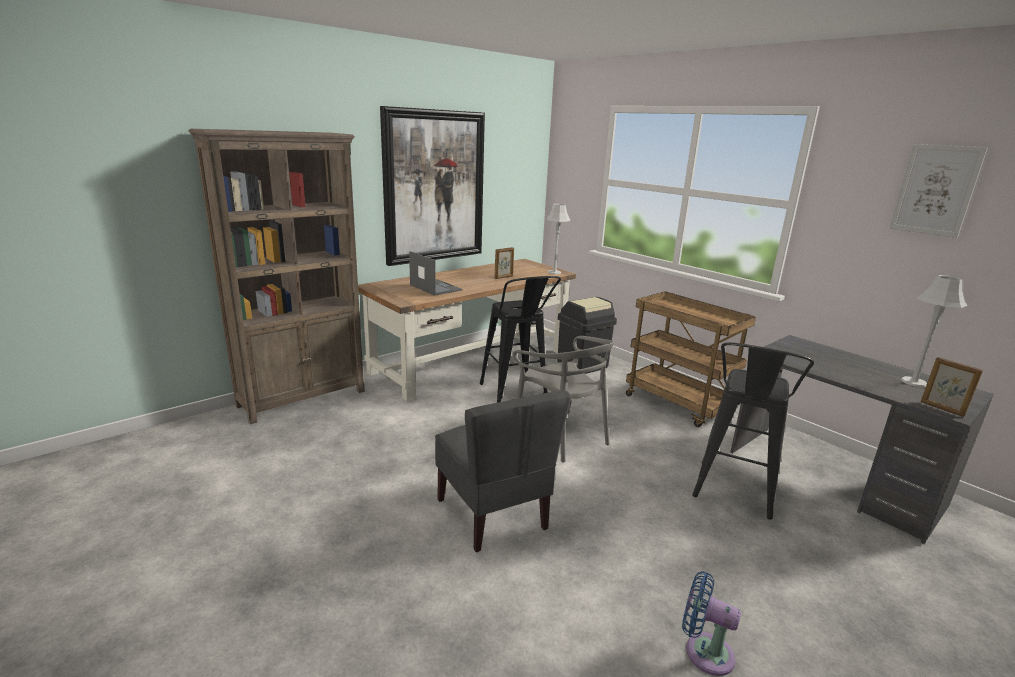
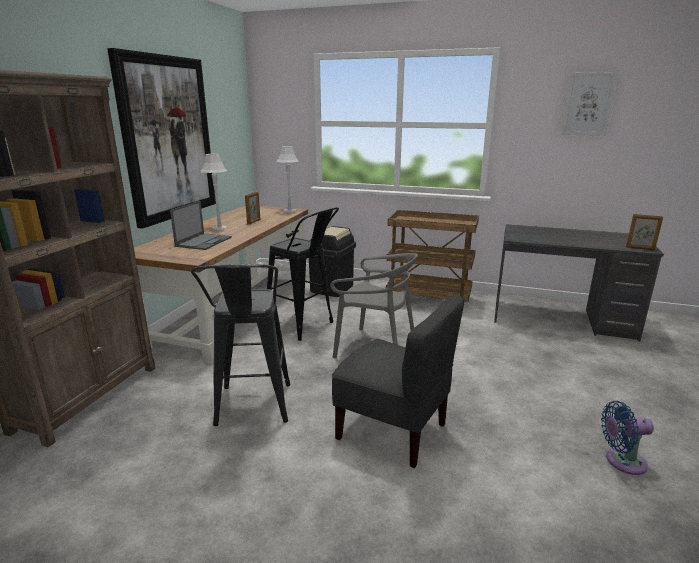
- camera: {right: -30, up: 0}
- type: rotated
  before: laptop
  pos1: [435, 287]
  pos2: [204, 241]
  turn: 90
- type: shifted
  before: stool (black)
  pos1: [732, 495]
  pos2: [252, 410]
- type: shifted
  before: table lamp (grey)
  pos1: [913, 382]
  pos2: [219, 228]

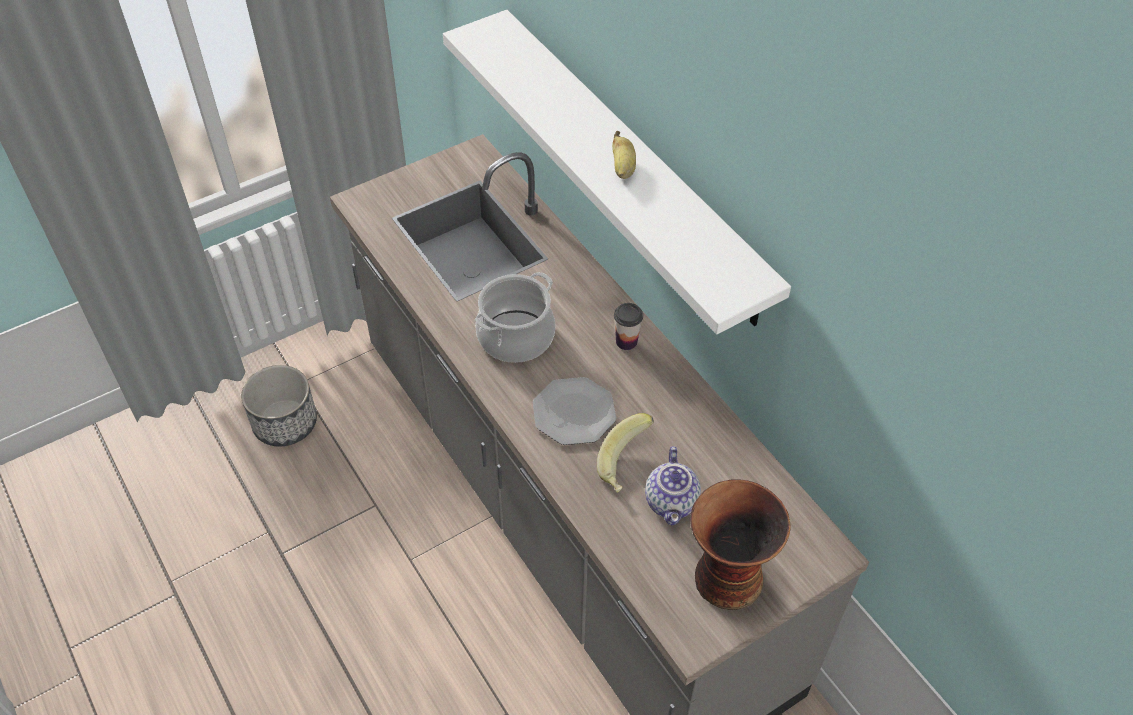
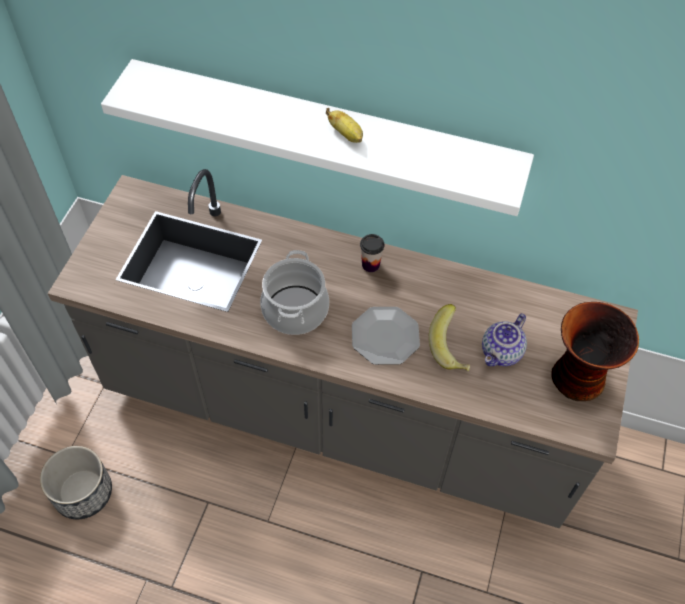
- camera: {right: -40, up: 5}
- type: rotated
  before: teapot
  pos1: [672, 503]
  pos2: [502, 353]
  turn: 75

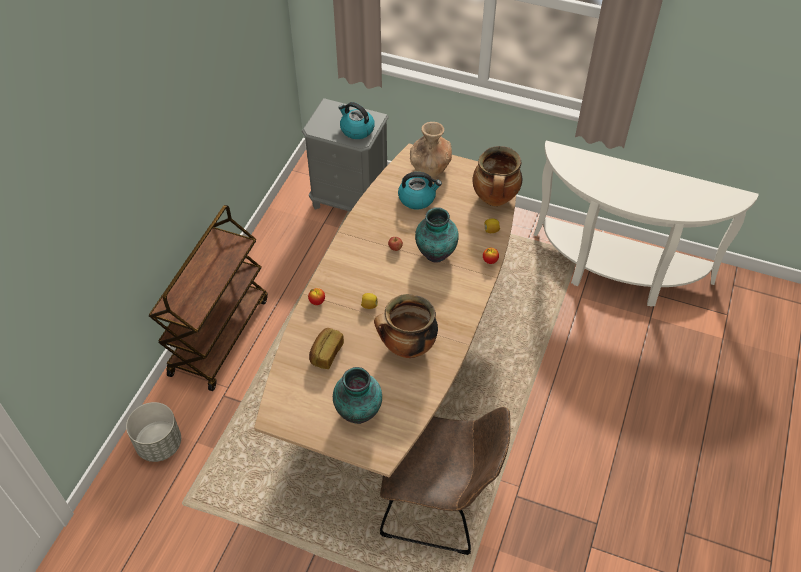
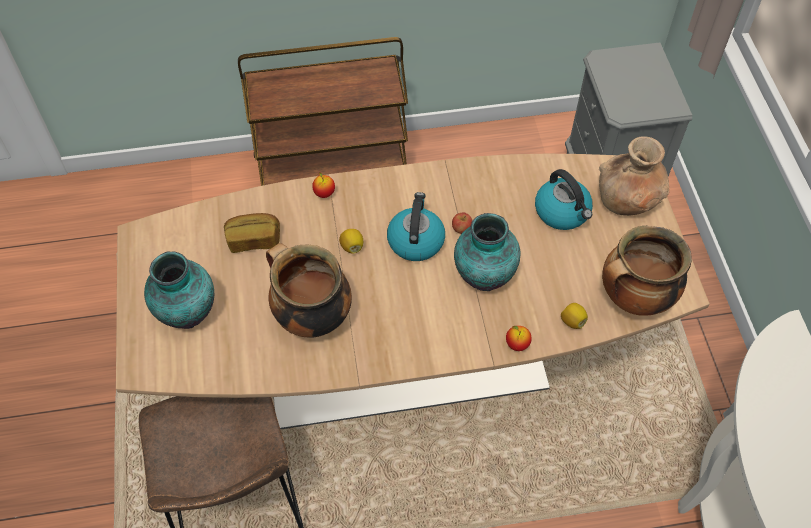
- camera: {right: 60, up: 5}
- type: shifted
  before: kettle
  pos1: [356, 129]
  pos2: [415, 240]
- type: gone
  before: planter (grey)
  pos1: [159, 444]

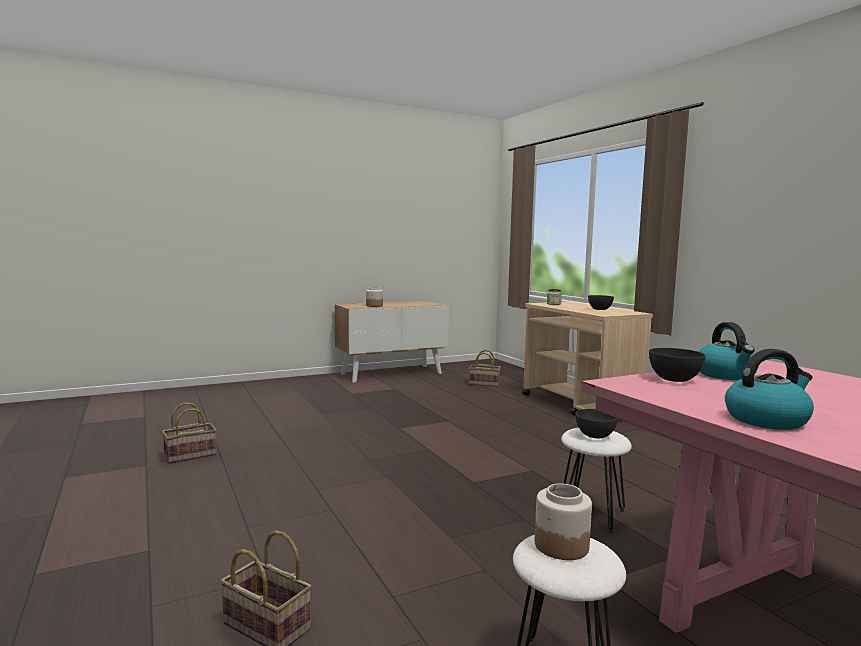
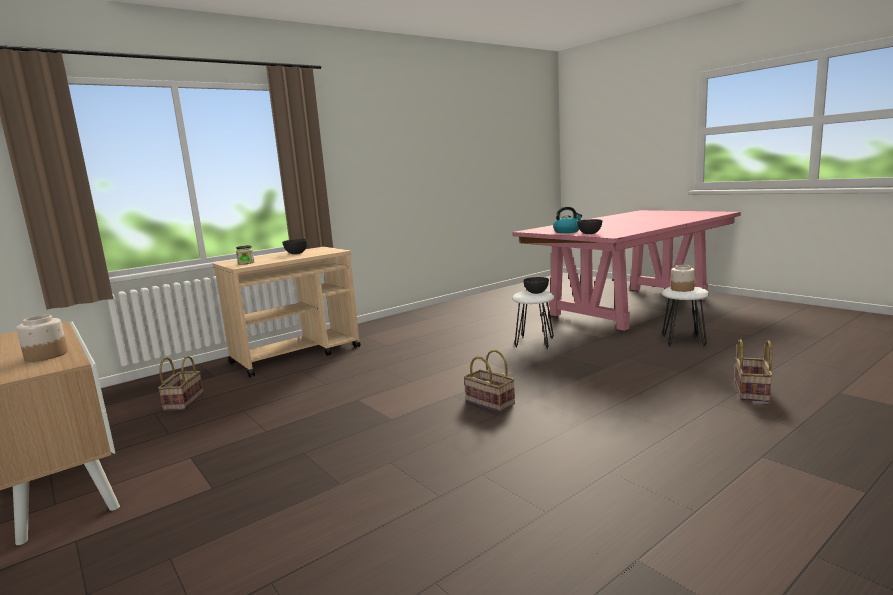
- camera: {right: -100, up: 5}
- type: shifted
  before: basket
  pos1: [191, 455]
  pos2: [488, 402]
- type: gone
  before: kettle
  pos1: [767, 420]

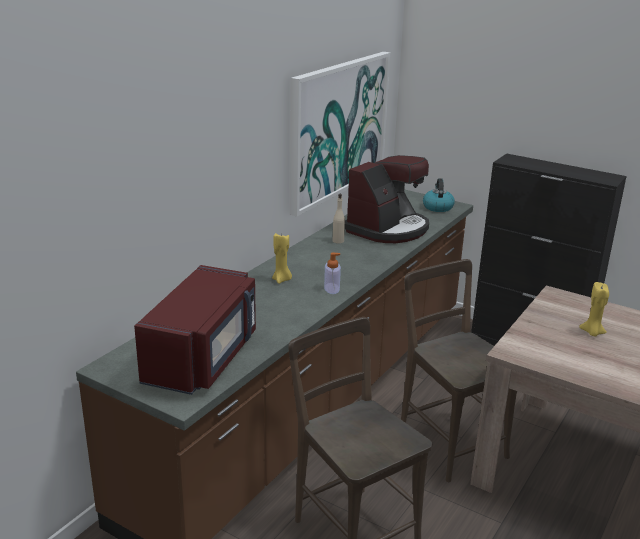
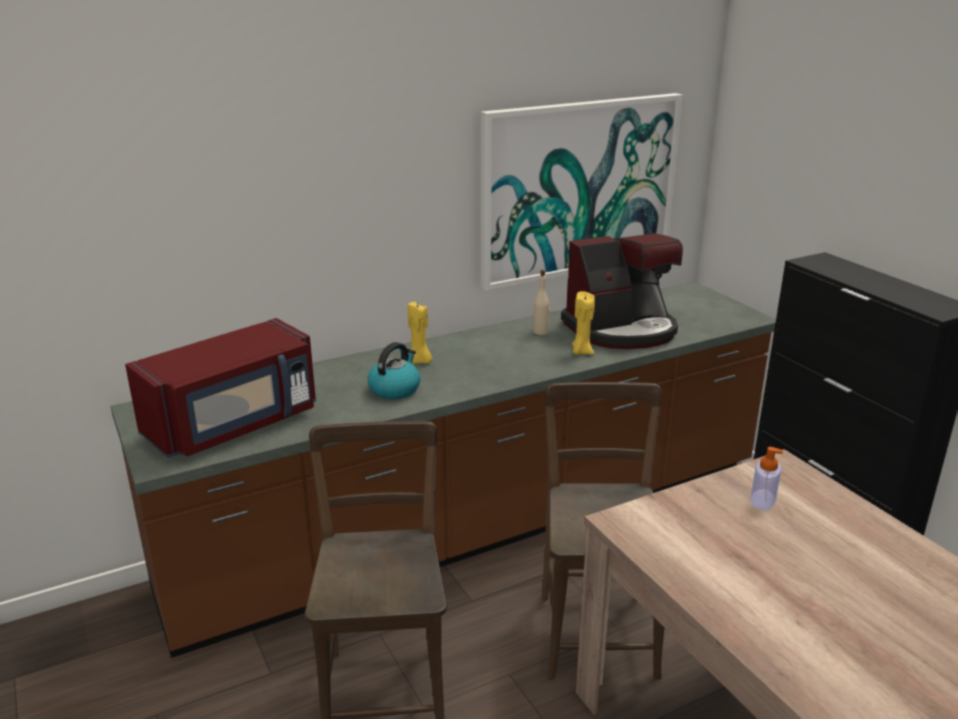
- camera: {right: 30, up: 0}
- type: shifted
  before: kettle
  pos1: [437, 207]
  pos2: [395, 389]
- type: shifted
  before: candle (yellow)
  pos1: [592, 332]
  pos2: [581, 352]
- type: shifted
  before: soap dispenser
  pos1: [331, 288]
  pos2: [762, 499]

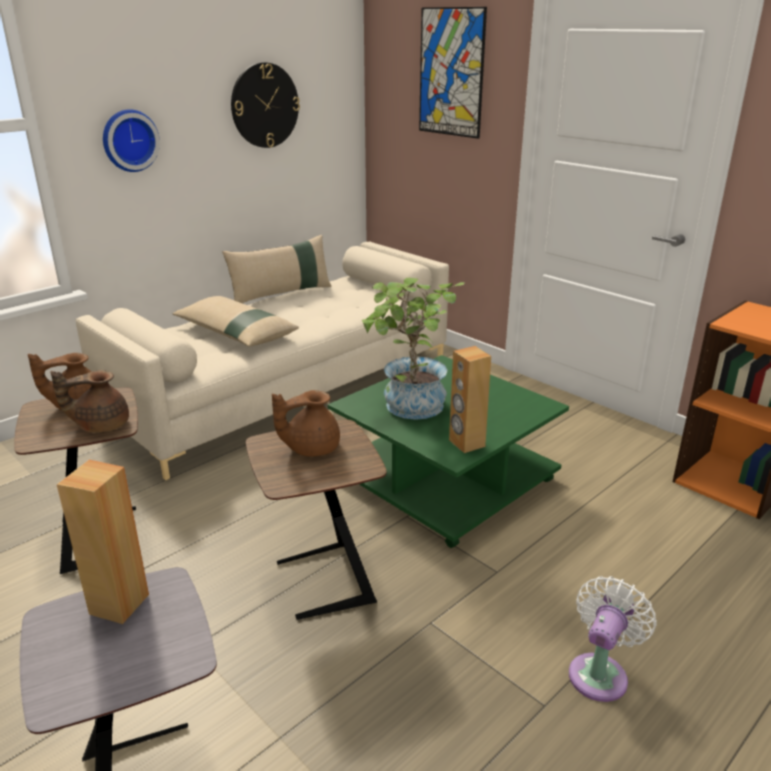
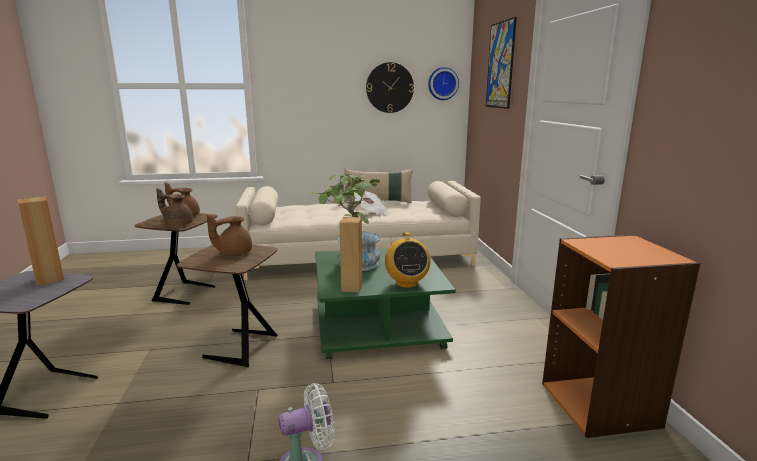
- camera: {right: 35, up: -10}
- type: rotated
  before: teapot (brown)
  pos1: [310, 448]
  pos2: [233, 253]
  turn: -45
- type: new
  after: newspaper
  pos2: [370, 212]
- type: new
  after: radio
  pos2: [406, 283]
- type: shifted
  before: wall clock
  pos1: [129, 140]
  pos2: [442, 83]
- type: gone
  before: pillow (beige)
  pos1: [235, 333]

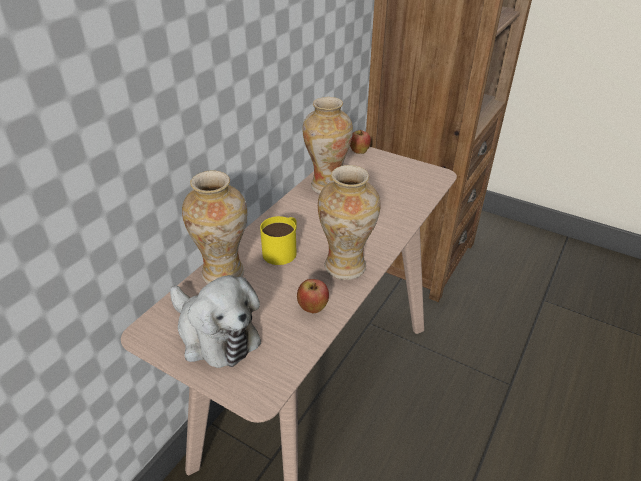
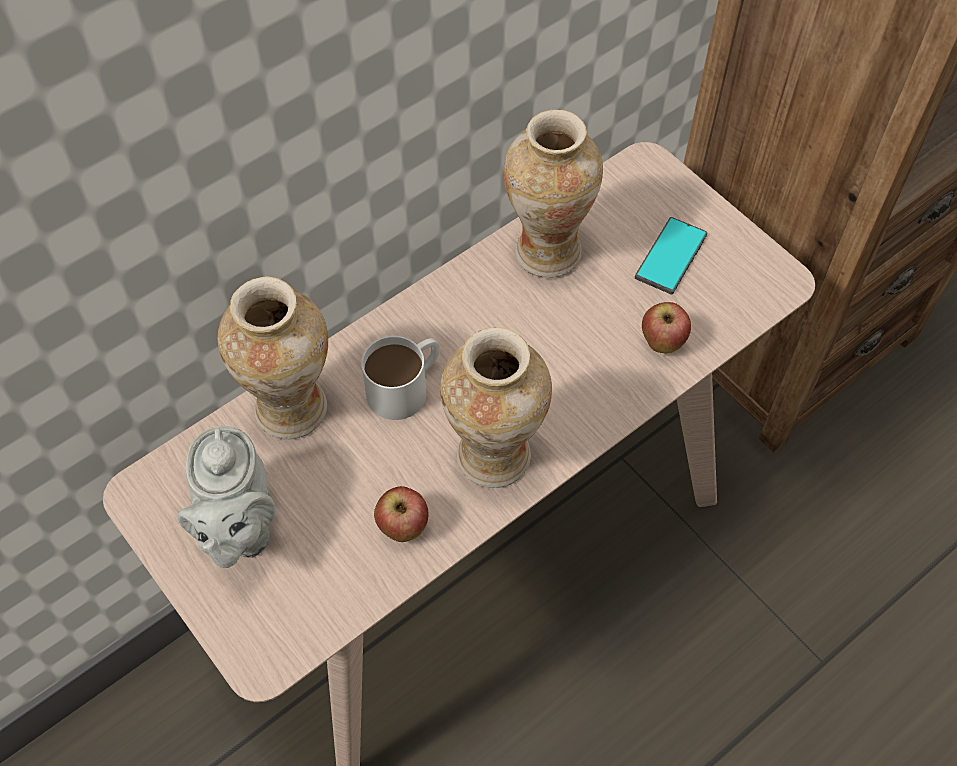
- camera: {right: 20, up: 20}
- type: swapped
  before: plush toy
  after: teapot (grey)
  pos1: [215, 334]
  pos2: [238, 528]
- type: repainted
  before: mug (yellow)
  after: mug (white)
  pos1: [283, 249]
  pos2: [406, 386]
- type: new
  after: phone
  pos2: [671, 256]
- type: shifted
  before: apple
  pos1: [359, 152]
  pos2: [662, 343]

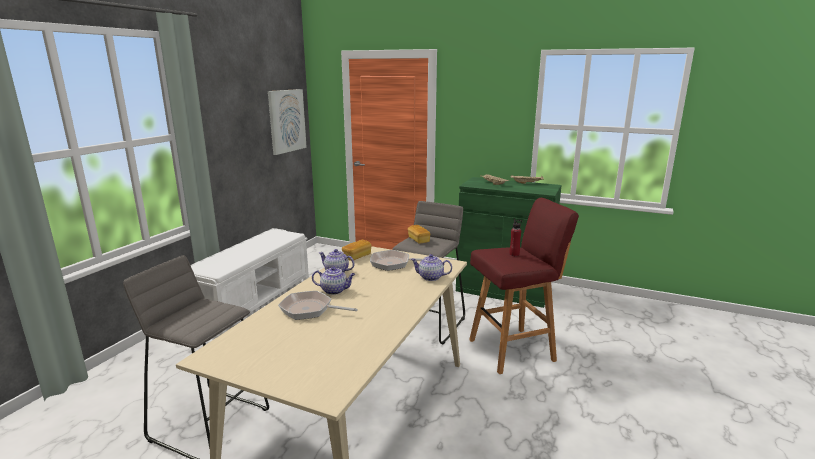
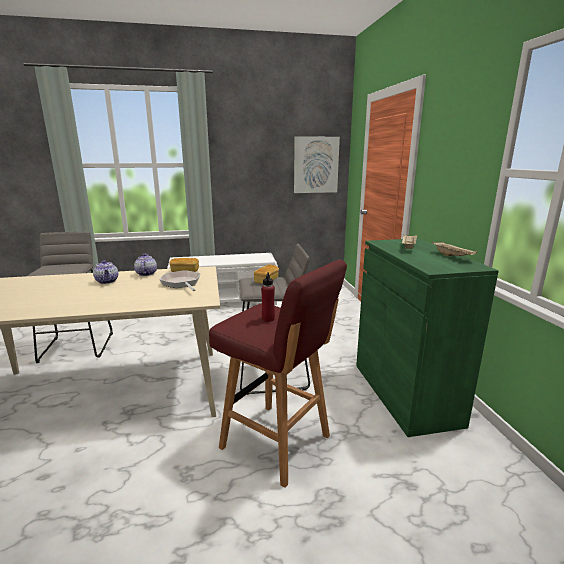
- camera: {right: 55, up: 0}
- type: gone
  before: frying pan
  pos1: [310, 309]
- type: gone
  before: teapot
  pos1: [430, 277]

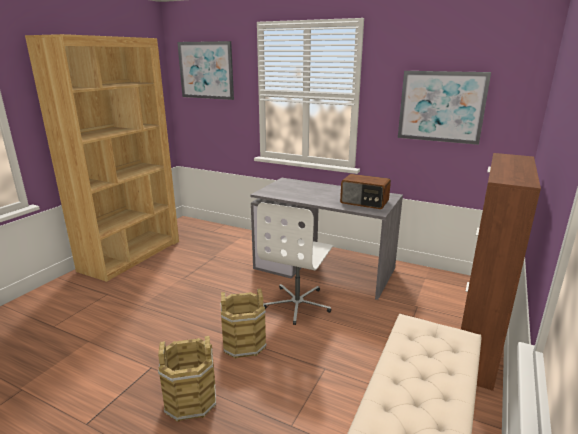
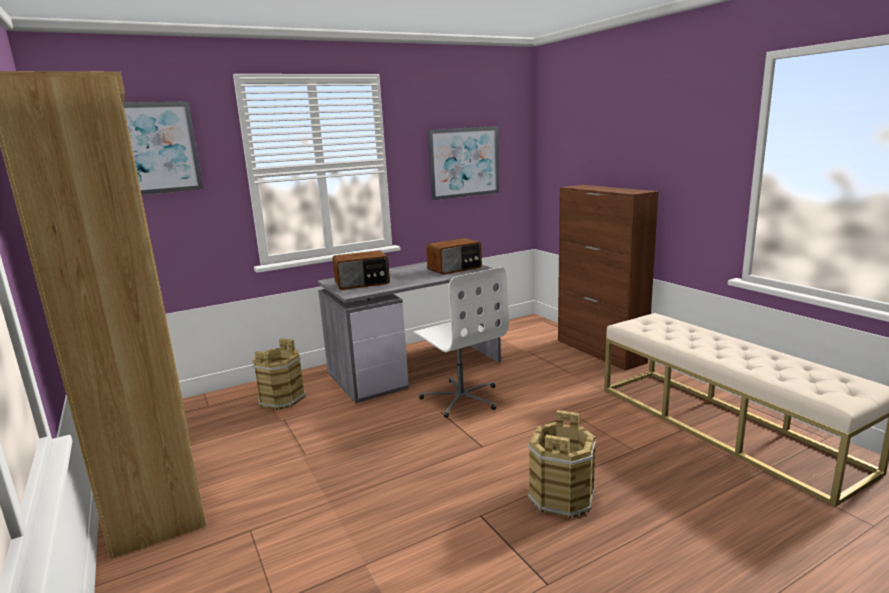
- camera: {right: -55, up: -5}
- type: shifted
  before: bucket (brown)
  pos1: [244, 343]
  pos2: [281, 399]
- type: new
  after: radio
  pos2: [362, 283]

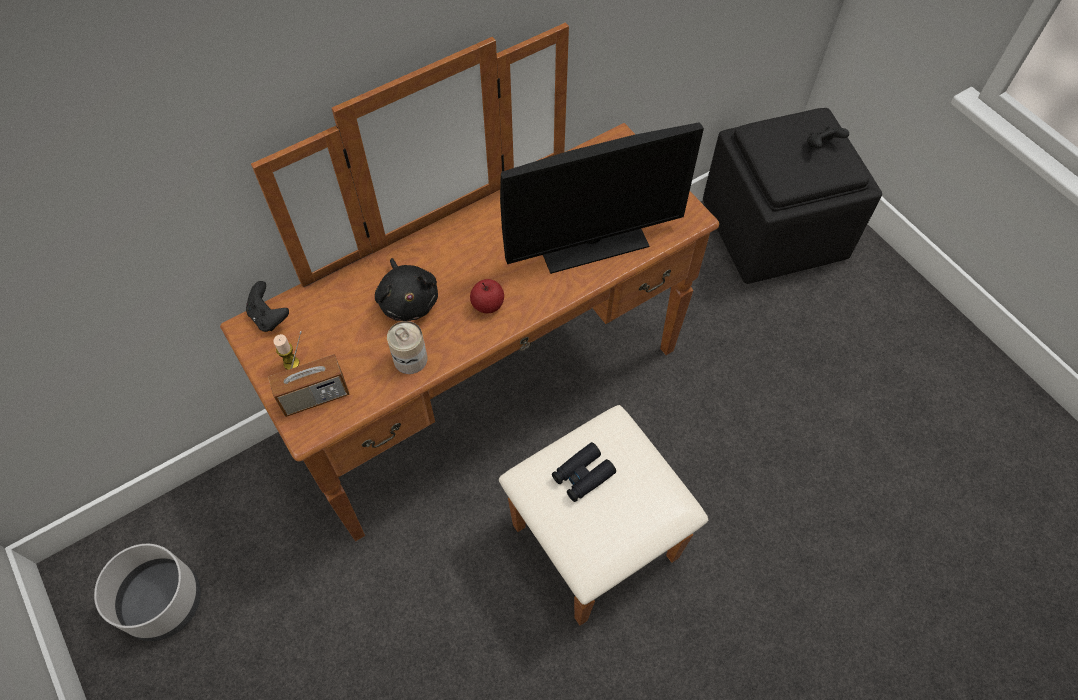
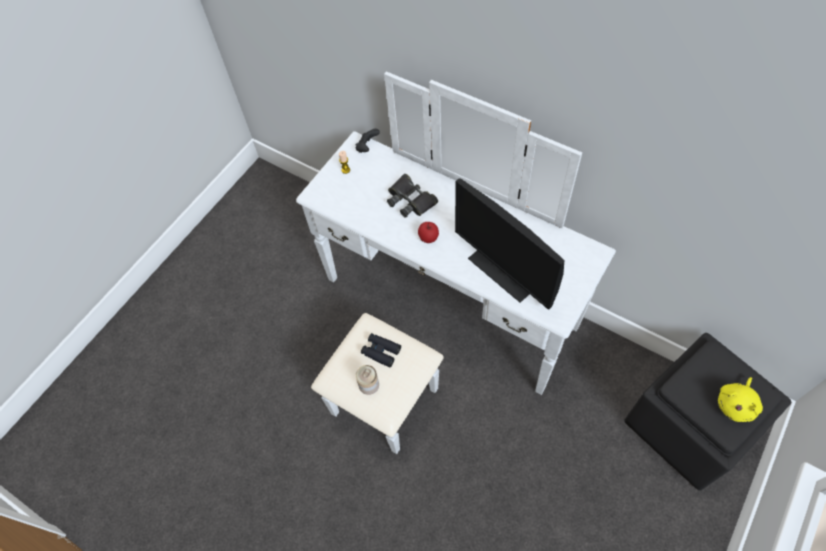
- camera: {right: 70, up: 0}
- type: repainted
  before: dresser (brown)
  after: dresser (white)
  pos1: [514, 424]
  pos2: [436, 324]
- type: shifted
  before: can
  pos1: [410, 359]
  pos2: [369, 384]
- type: swapped
  before: plush toy (black)
  after: binoculars (black)
  pos1: [408, 300]
  pos2: [410, 200]
- type: swapped
  before: game controller (black)
  after: plush toy (yellow)
  pos1: [822, 146]
  pos2: [736, 404]
- type: gone
  before: planter (grey)
  pos1: [162, 601]
- type: gone
  before: radio
  pos1: [315, 397]

